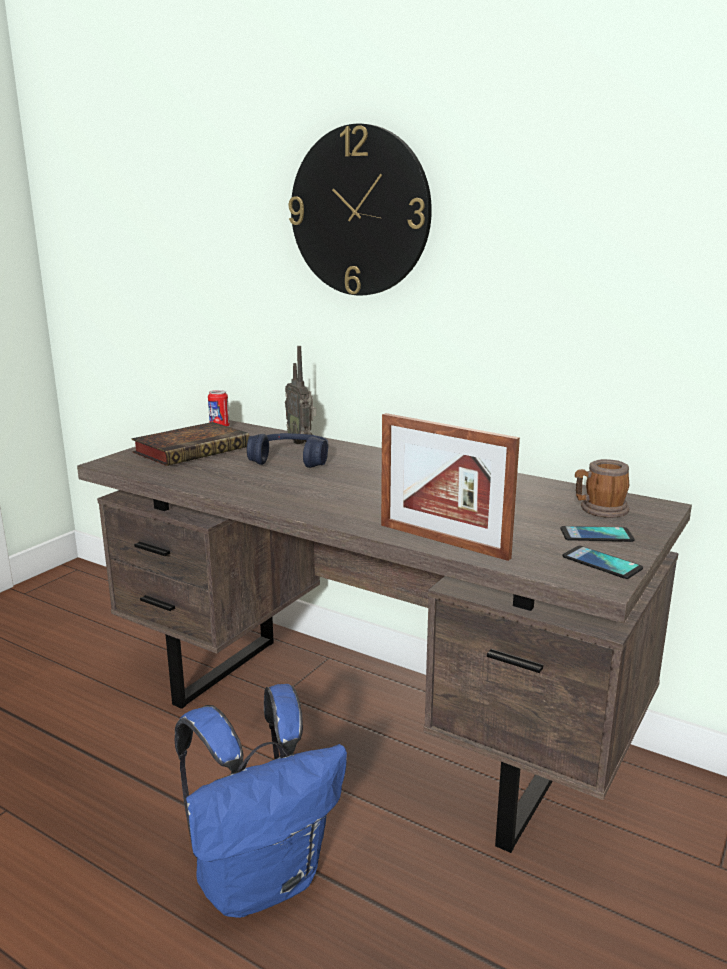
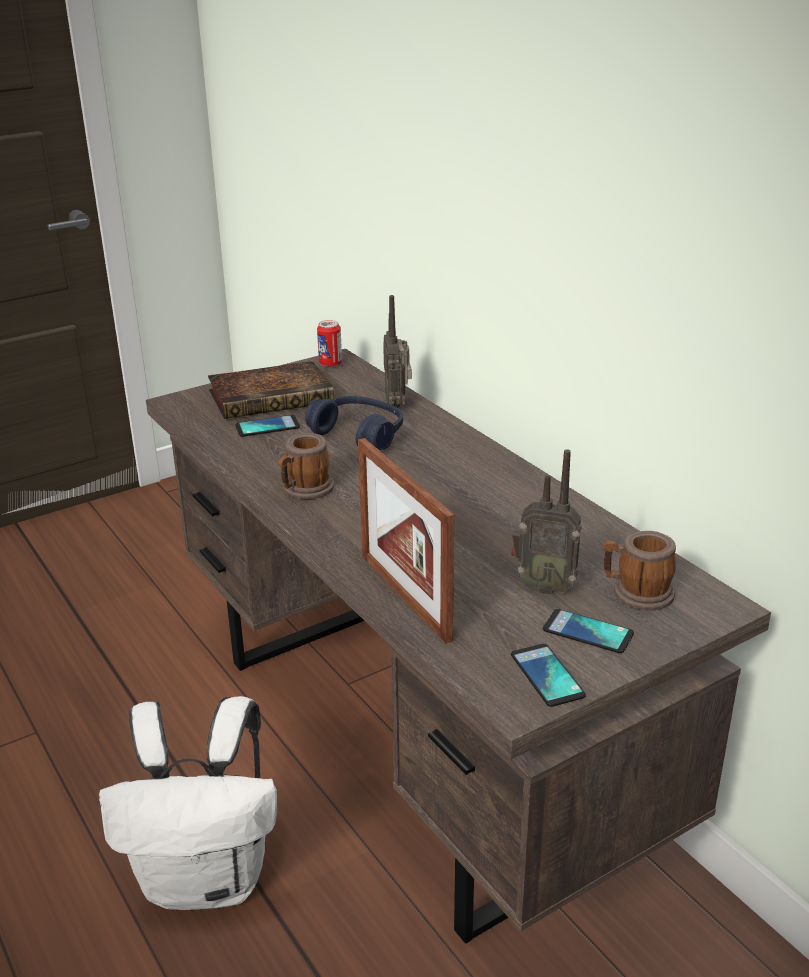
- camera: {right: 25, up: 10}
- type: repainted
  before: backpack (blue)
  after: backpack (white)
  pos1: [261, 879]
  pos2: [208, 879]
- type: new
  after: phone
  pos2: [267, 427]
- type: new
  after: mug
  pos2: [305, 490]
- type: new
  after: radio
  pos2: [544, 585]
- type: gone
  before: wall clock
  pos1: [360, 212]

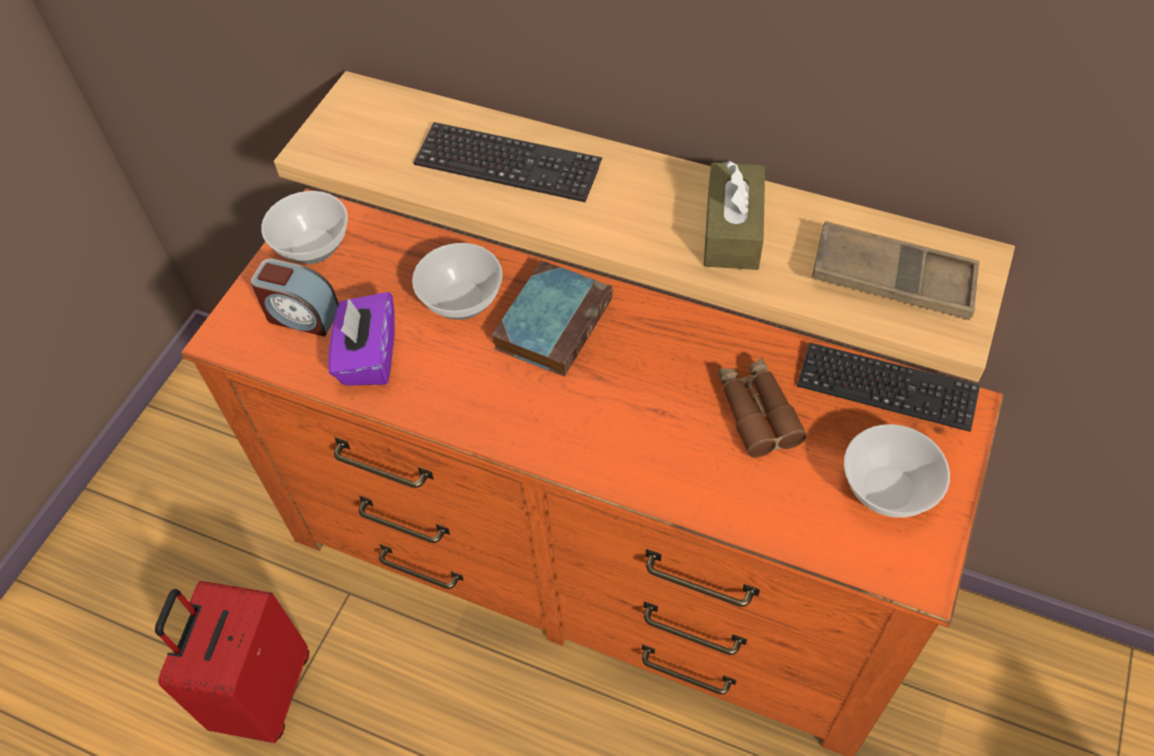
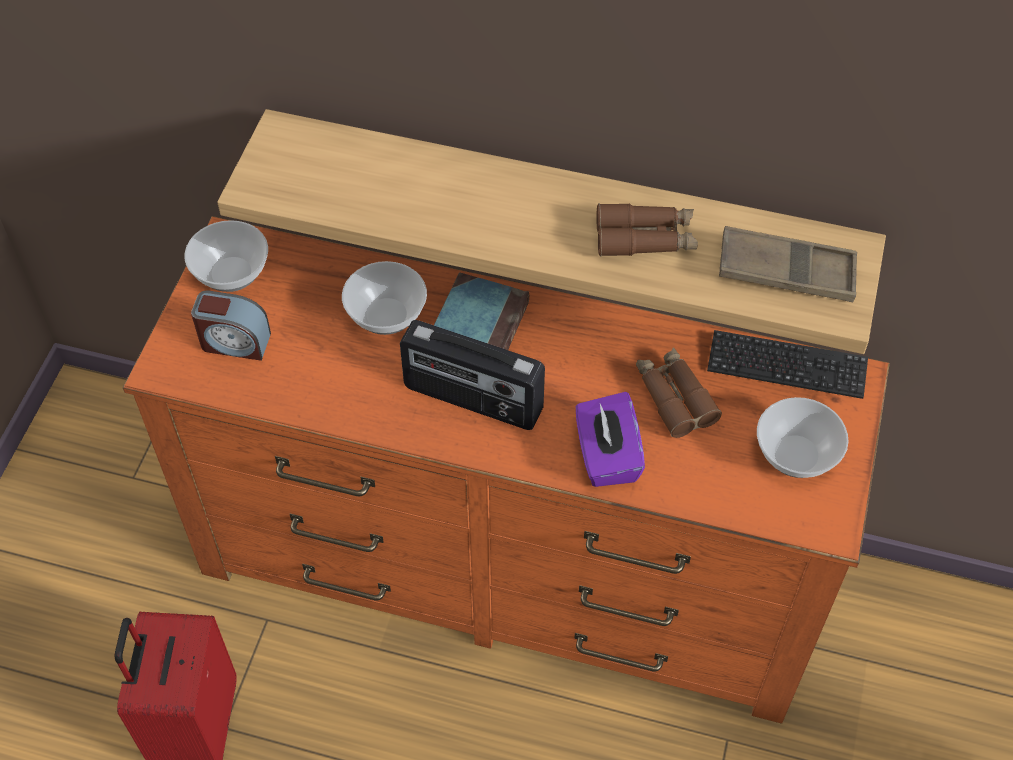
- camera: {right: -10, up: 0}
- type: new
  after: radio
  pos2: [472, 400]
- type: shifted
  before: tissue box (purple)
  pos1: [368, 357]
  pos2: [606, 456]
- type: swapped
  before: tissue box (brown)
  after: binoculars (brown)
  pos1: [732, 230]
  pos2: [645, 238]
- type: gone
  before: keyboard
  pos1: [507, 165]

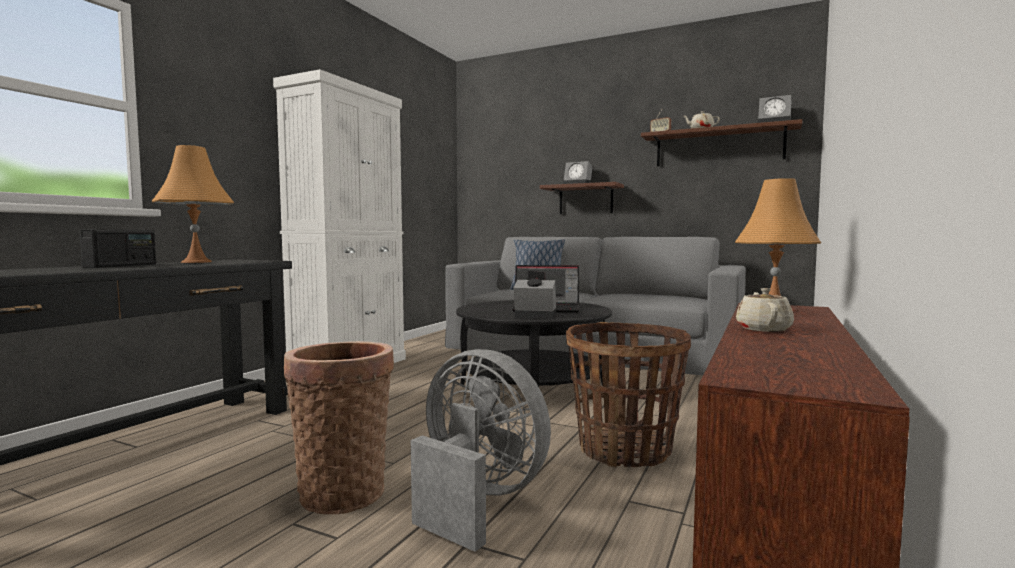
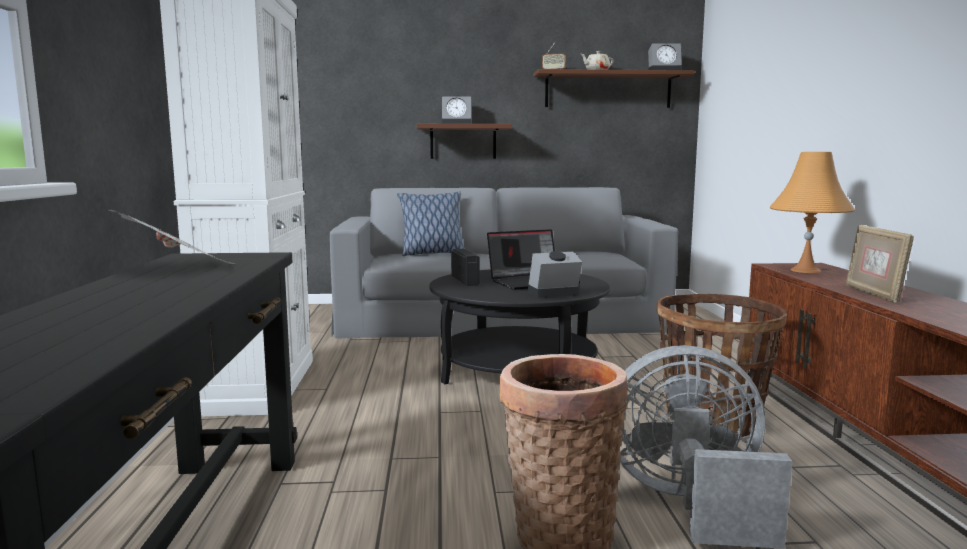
- camera: {right: -30, up: 5}
- type: swapped
  before: table lamp (orange)
  after: newspaper
  pos1: [196, 262]
  pos2: [178, 267]
- type: shifted
  before: radio
  pos1: [121, 266]
  pos2: [465, 280]
- type: swapped
  before: teapot (beige)
  after: picture frame
  pos1: [763, 329]
  pos2: [873, 294]

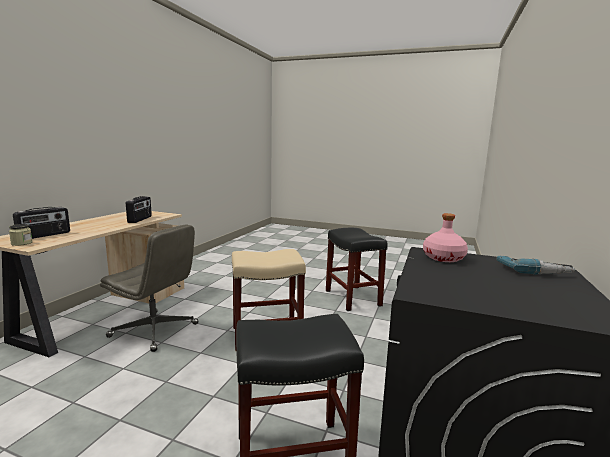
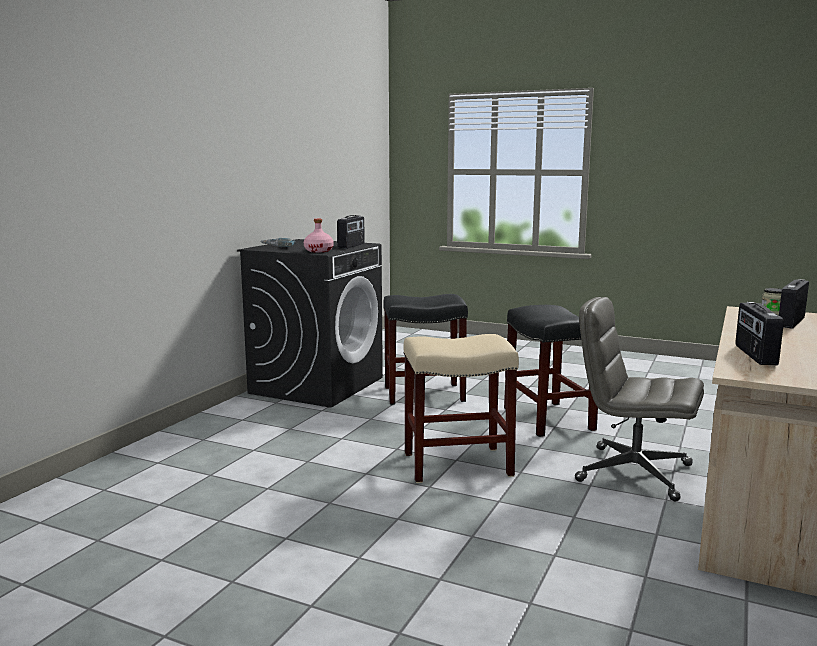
- camera: {right: -175, up: 0}
- type: new
  after: radio
  pos2: [352, 246]
- type: shifted
  before: stool (black)
  pos1: [353, 298]
  pos2: [547, 418]

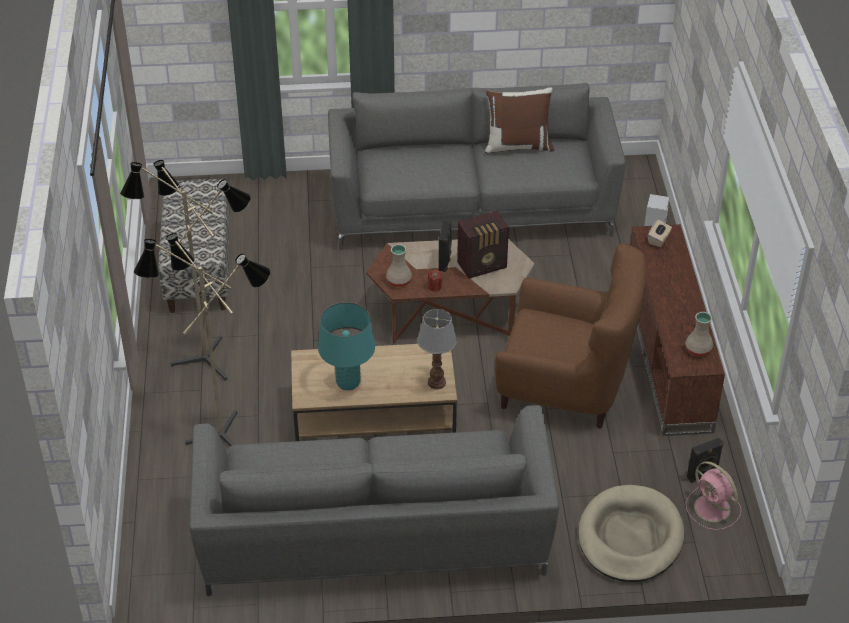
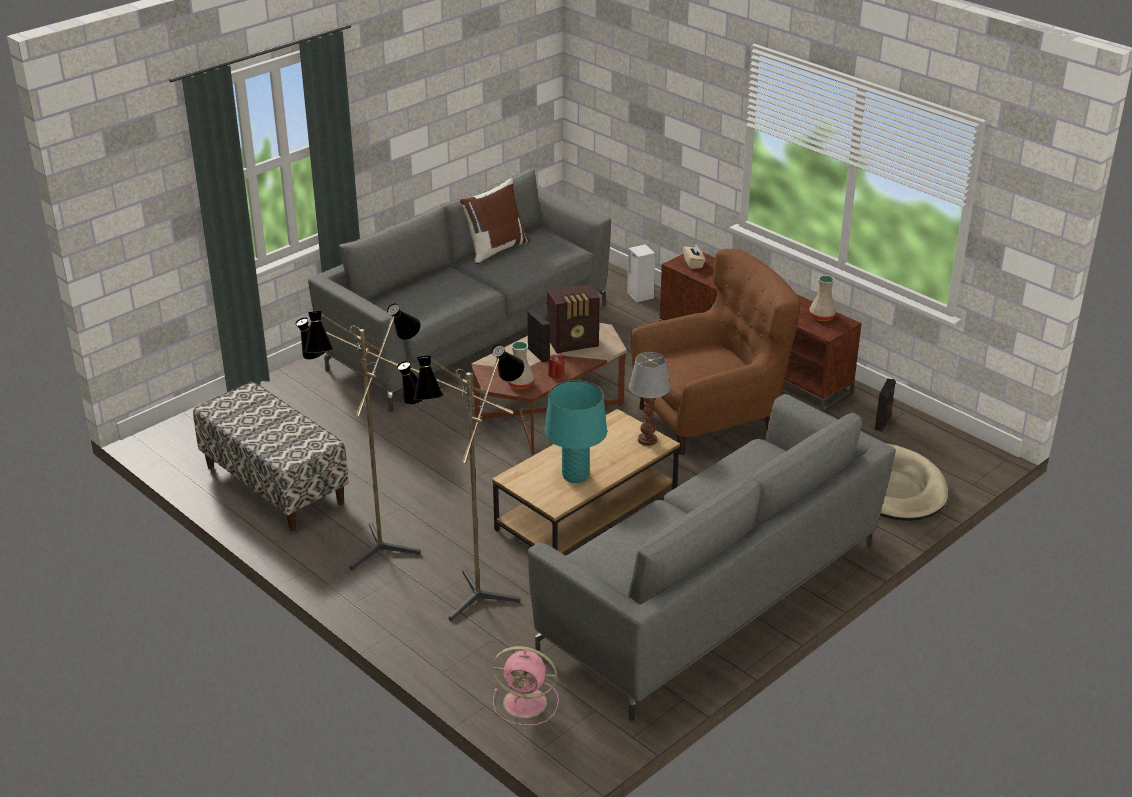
- camera: {right: -40, up: -10}
- type: shifted
  before: fan (pink)
  pos1: [713, 509]
  pos2: [527, 703]
- type: rotated
  before: radio
  pos1: [483, 265]
  pos2: [574, 343]
  turn: 45

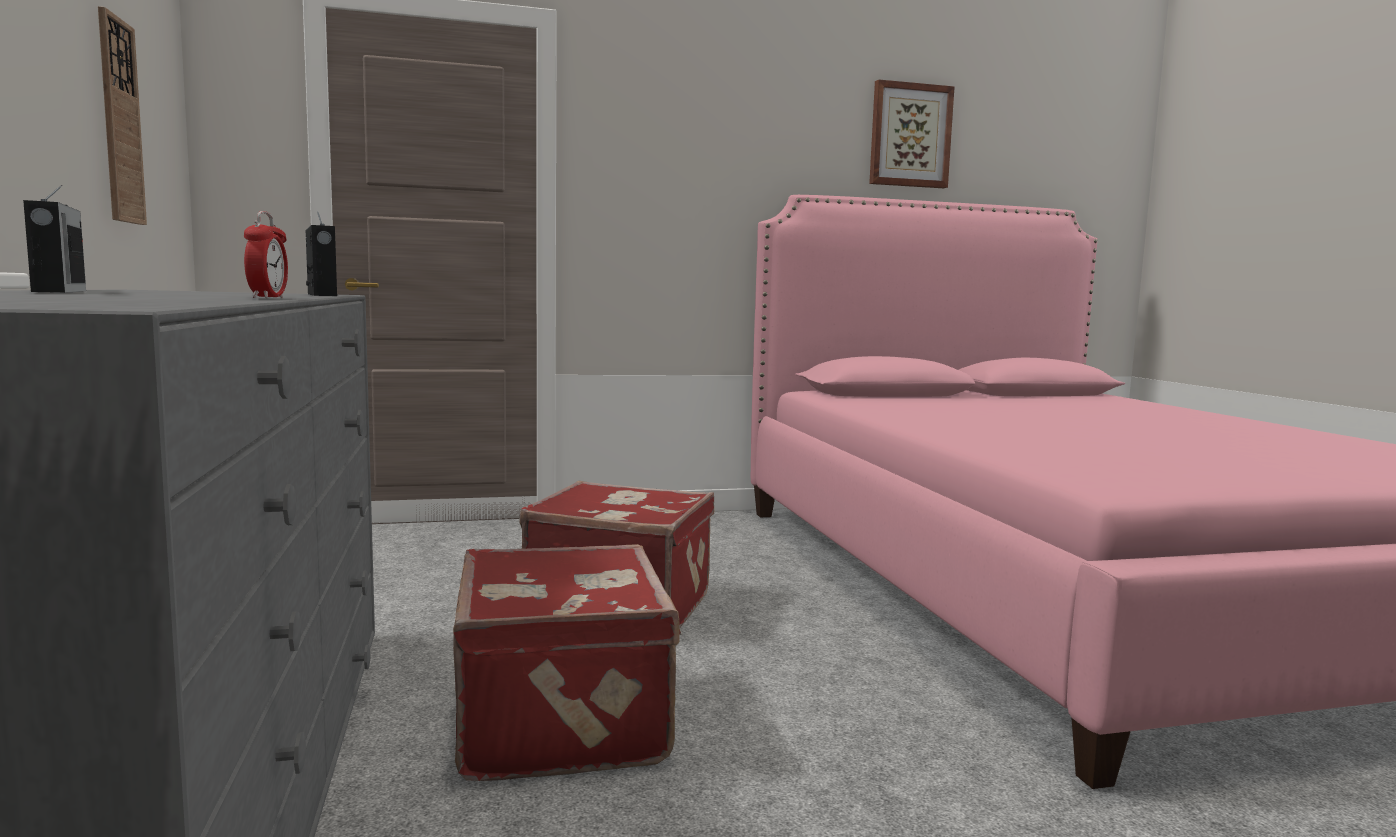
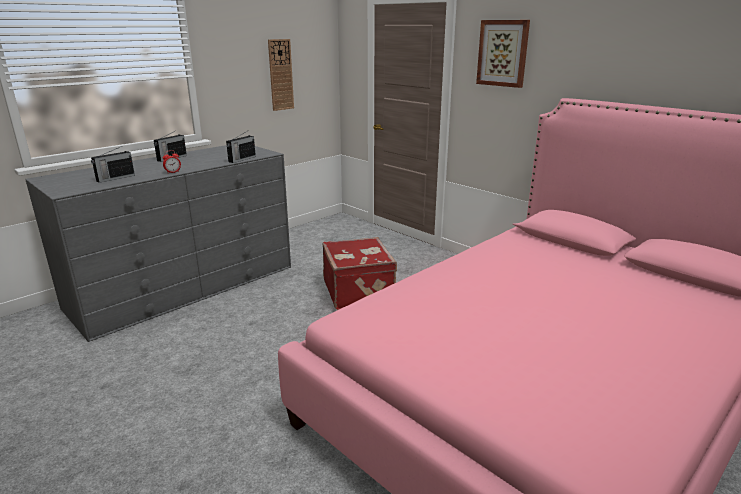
- camera: {right: 60, up: 15}
- type: new
  after: radio
  pos2: [115, 178]
- type: shifted
  before: picture
  pos1: [909, 135]
  pos2: [503, 53]
- type: gone
  before: suitcase (red)
  pos1: [566, 719]

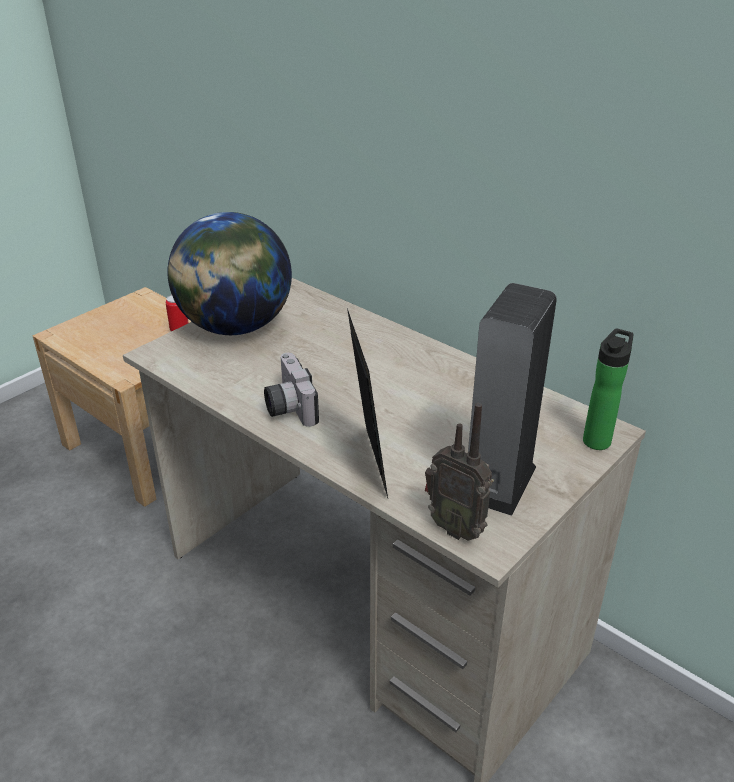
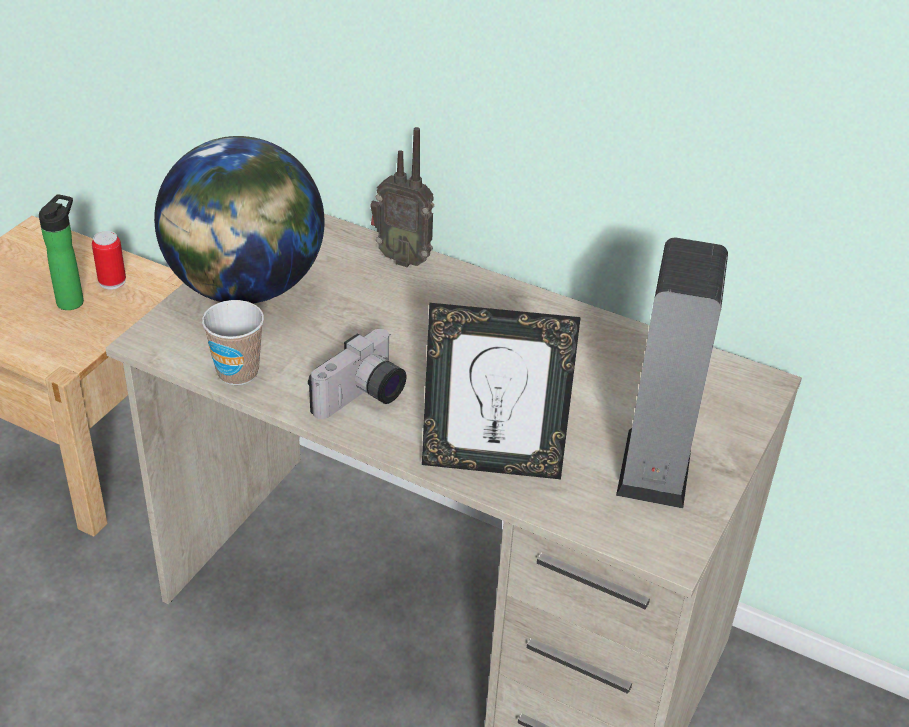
- camera: {right: -15, up: 5}
- type: shifted
  before: bottle
  pos1: [598, 439]
  pos2: [72, 300]
- type: new
  after: cup
  pos2: [237, 372]
- type: rotated
  before: photo camera
  pos1: [287, 407]
  pos2: [363, 399]
  turn: -105
- type: shifted
  before: radio
  pos1: [457, 527]
  pos2: [403, 258]
- type: rotated
  before: picture frame
  pos1: [367, 463]
  pos2: [492, 464]
  turn: 120

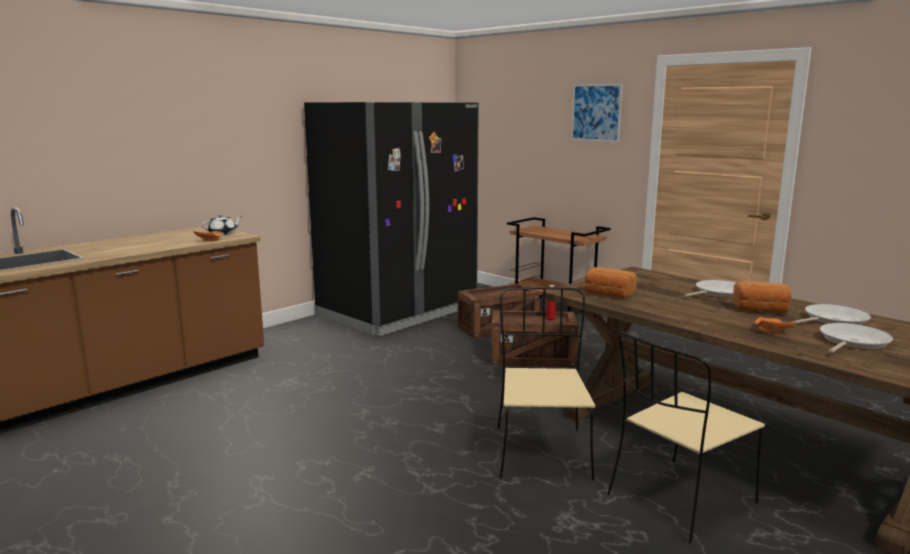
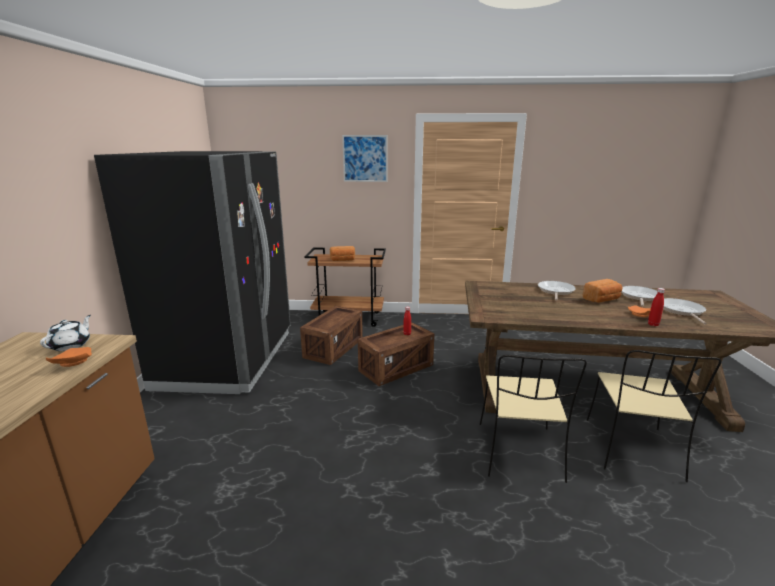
- camera: {right: -40, up: 5}
- type: shifted
  before: bread
  pos1: [608, 295]
  pos2: [342, 260]
- type: rotated
  before: chair (beige)
  pos1: [541, 451]
  pos2: [520, 453]
  turn: -135
- type: new
  after: bottle (red)
  pos2: [653, 324]

